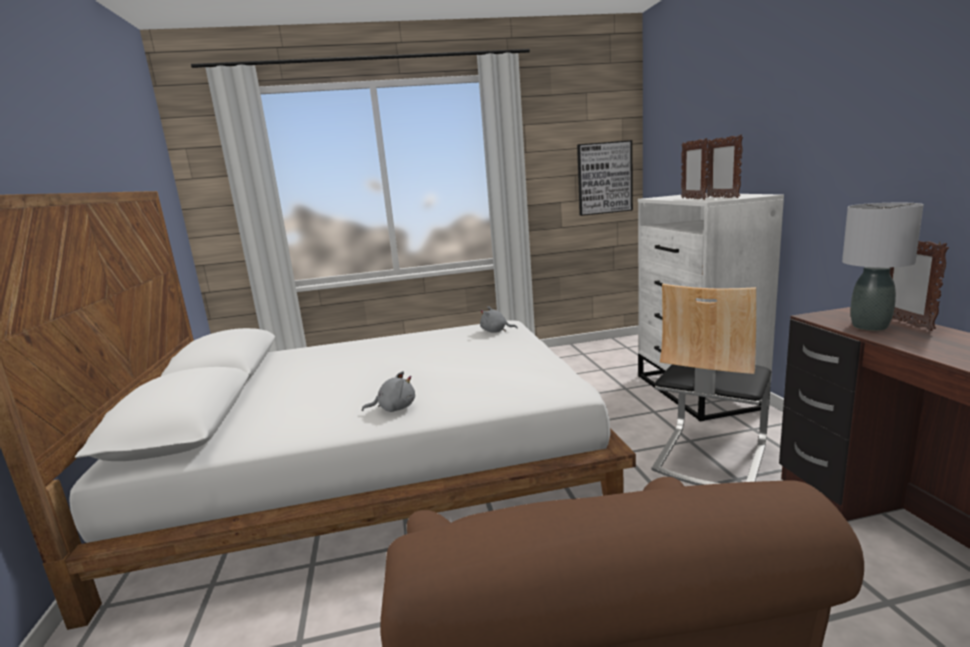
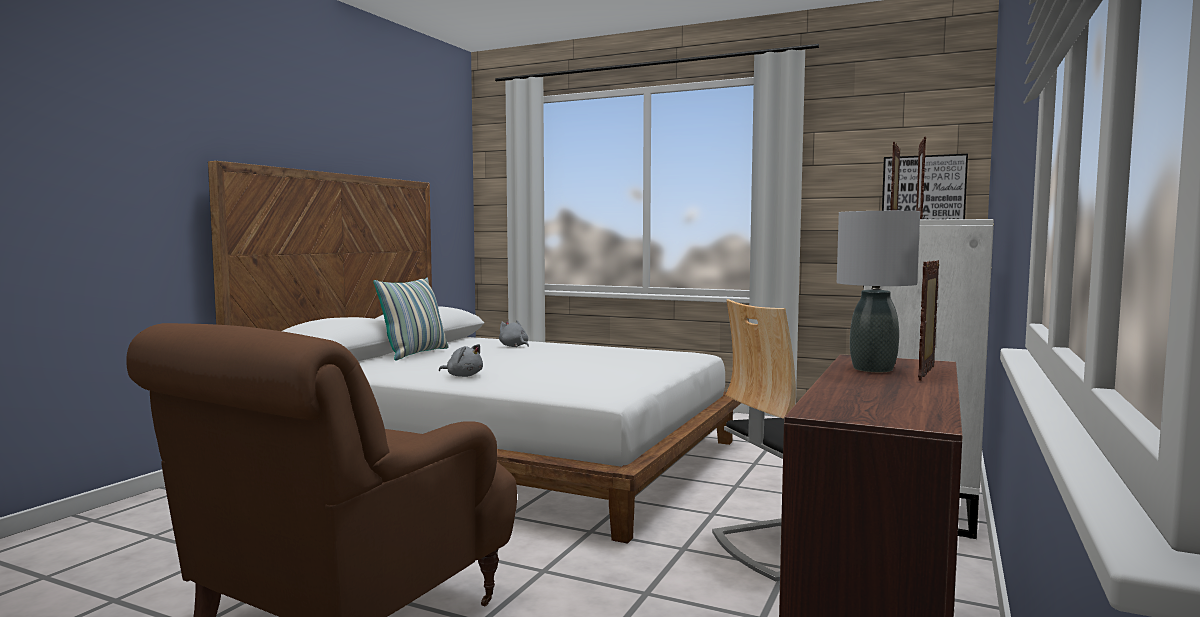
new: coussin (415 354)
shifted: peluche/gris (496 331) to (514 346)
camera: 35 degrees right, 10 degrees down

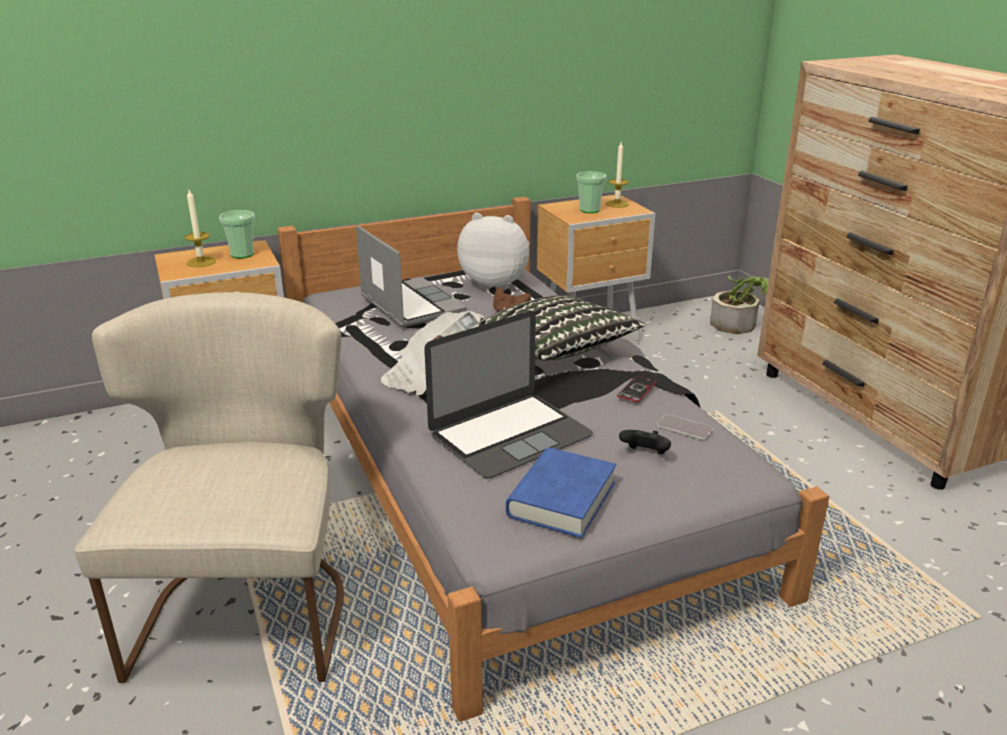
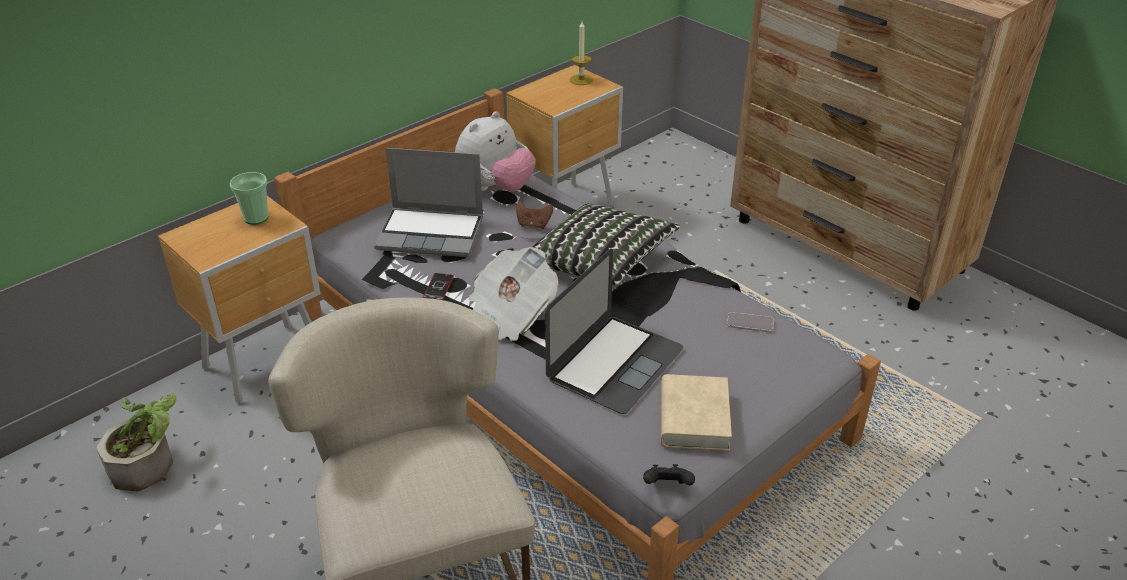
gone: bougie (201 262); tasse (589 210)
shifted: téléphone (636 390) to (438 287); manette/noir (645 455) to (667 487); plante en pot (738 323) to (149 463)
repainted: livre/bleu (561 499) to livre/beige (693 419)
rotated: ordinateur portable (410 305) = (432 233) 150 degrees clockwise; peluche (496 283) = (495 188) 135 degrees clockwise
camera: 20 degrees left, 10 degrees up

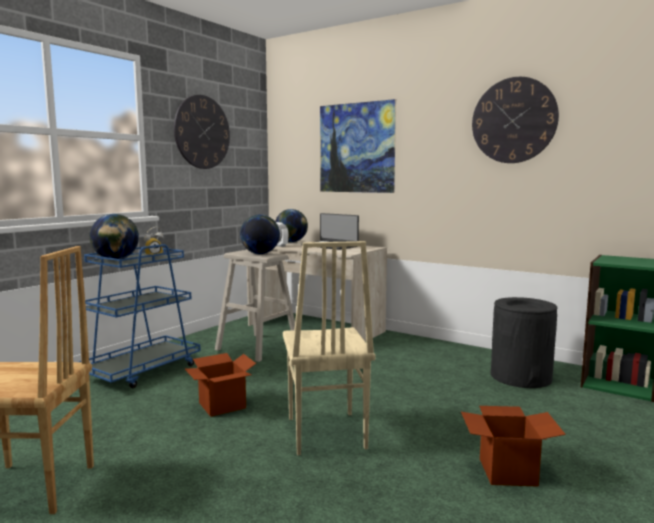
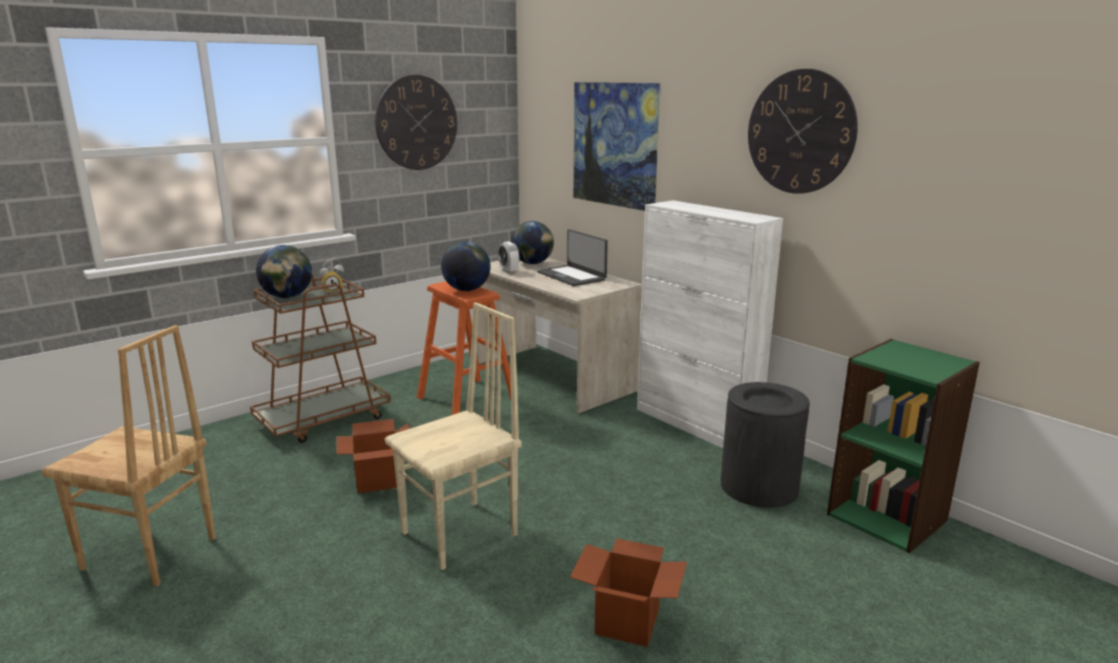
new: meuble de rangement/blanc (696 425)
repainted: chariot/bleu (142 371) to chariot/marron (324 420); tabouret/beige (257 347) to tabouret/orange (466 399)
rotated: chaise/beige (324 433) = (461 534) 135 degrees counterclockwise
camera: 15 degrees right, 10 degrees up

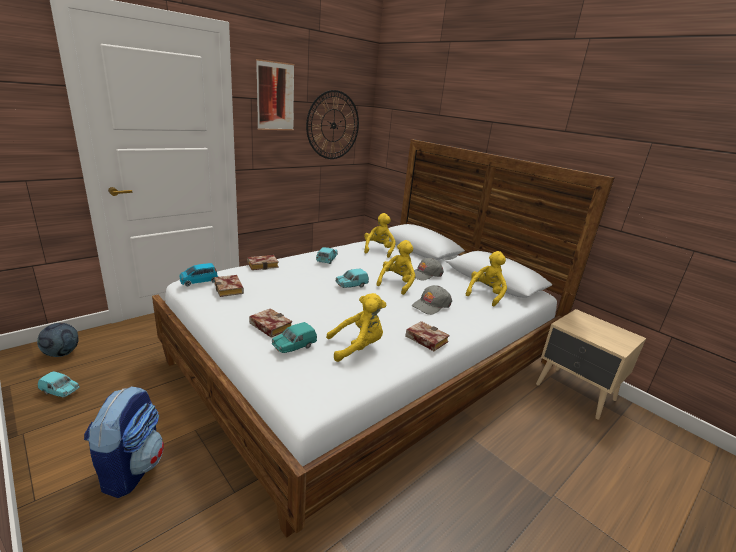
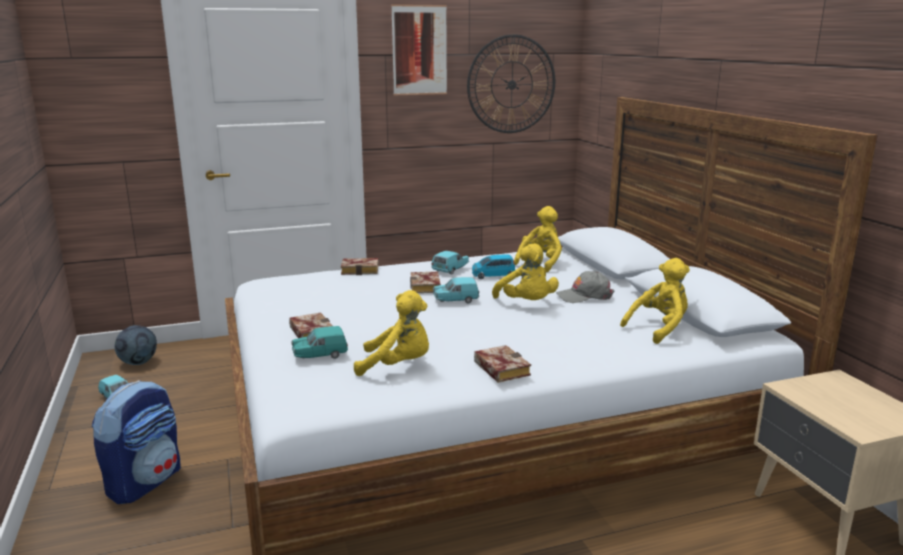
gone: casquette/gris (431 305)
shifted: petite voiture/bleu (199 281) to (493 275); livre (230 289) to (427 287)
rotated: peluche/jaune (397 284) = (526 304) 105 degrees clockwise
camera: 25 degrees right, 5 degrees down

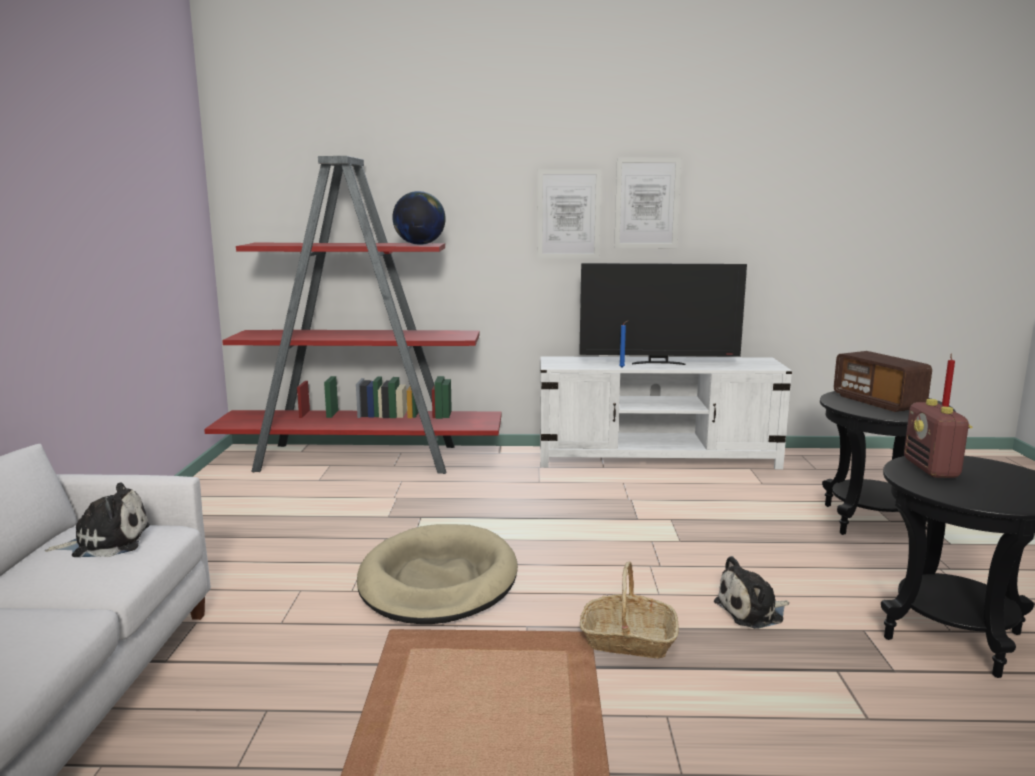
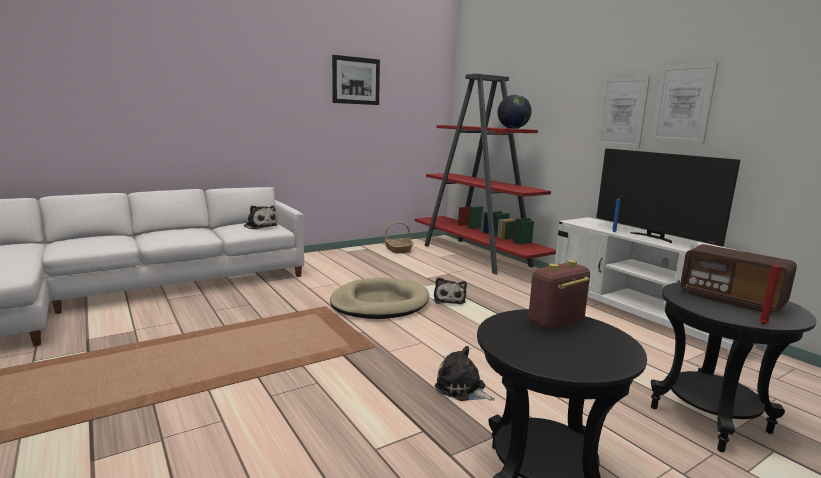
new: tableau (356 80); peluche (449 299)
shifted: panier (628 640) to (398 249)
rotated: radio (878 402) = (731 299) 75 degrees counterclockwise
camera: 55 degrees right, 0 degrees up

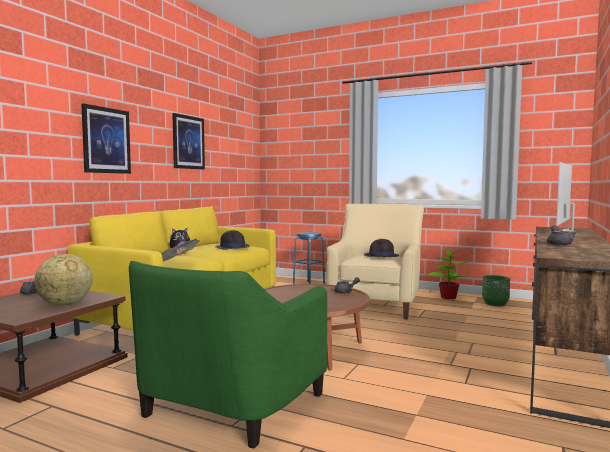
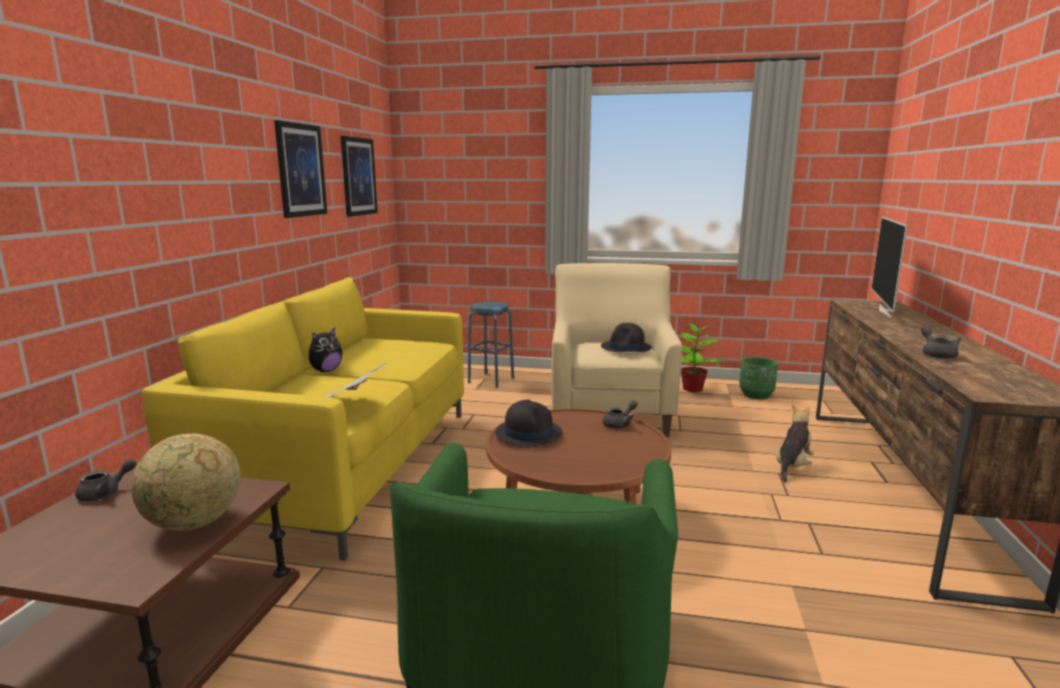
new: peluche (792 466)
shifted: tableau (106 140) to (358 176); chapeau/noir (232 247) to (528 433)
camera: 15 degrees left, 10 degrees up

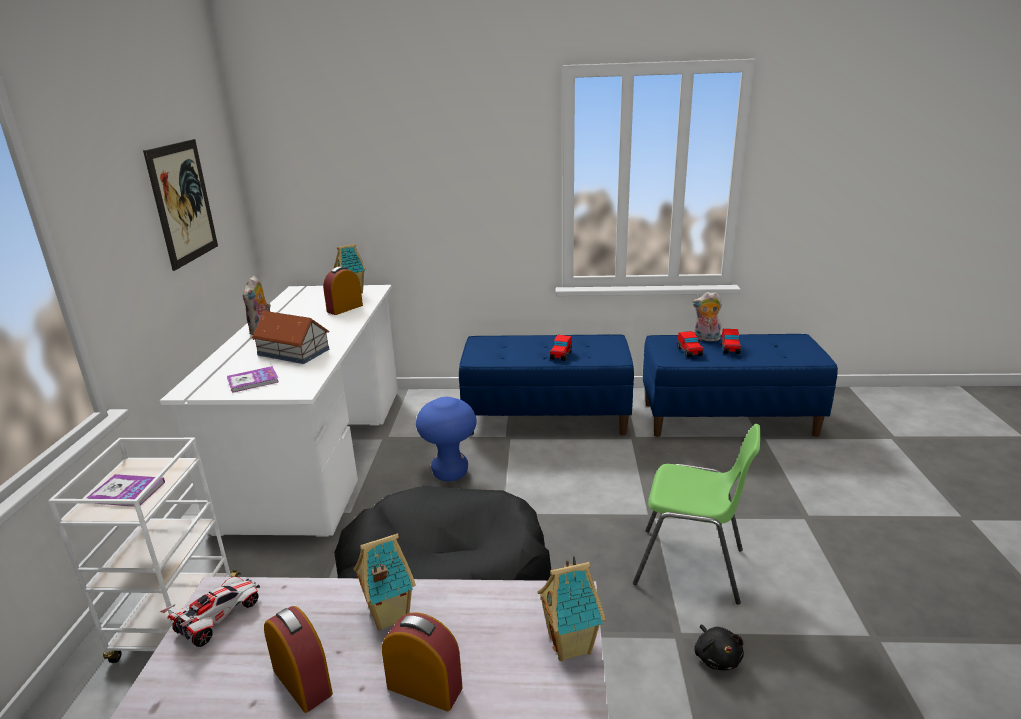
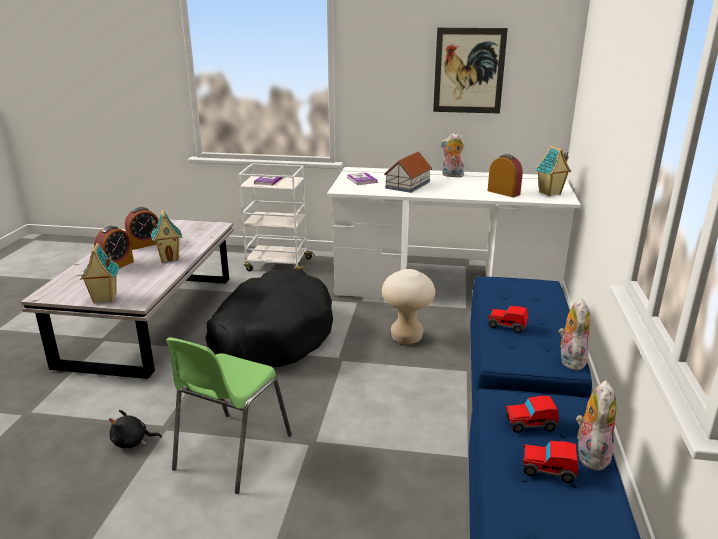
gone: petite voiture (218 618)
new: peluche (570 360)
repainted: tabouret/bleu (450 473) to tabouret/beige (406 338)
camera: 95 degrees right, 0 degrees up

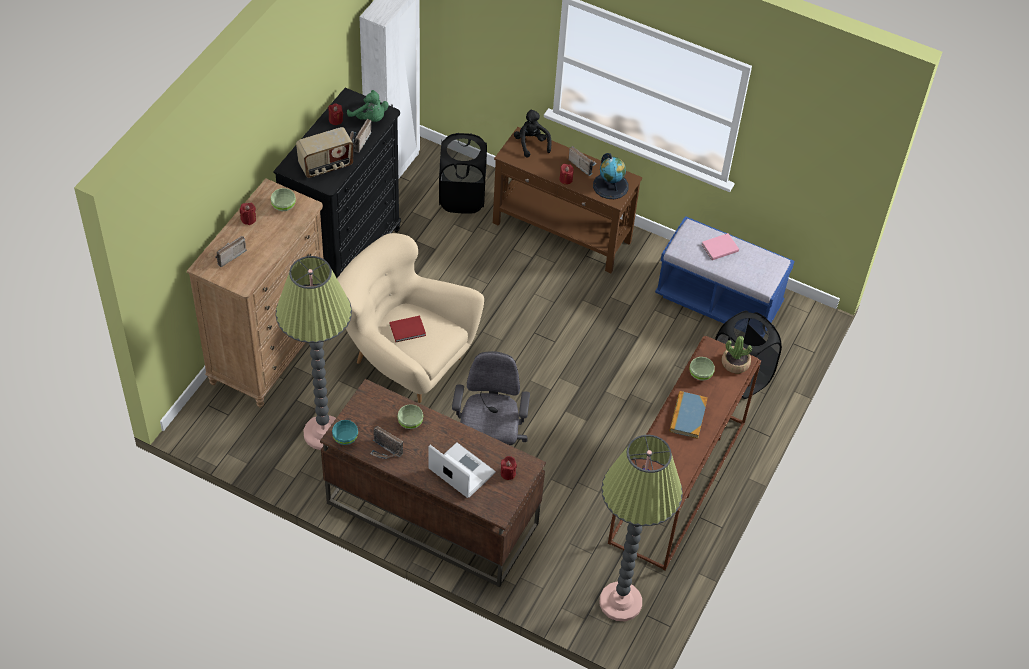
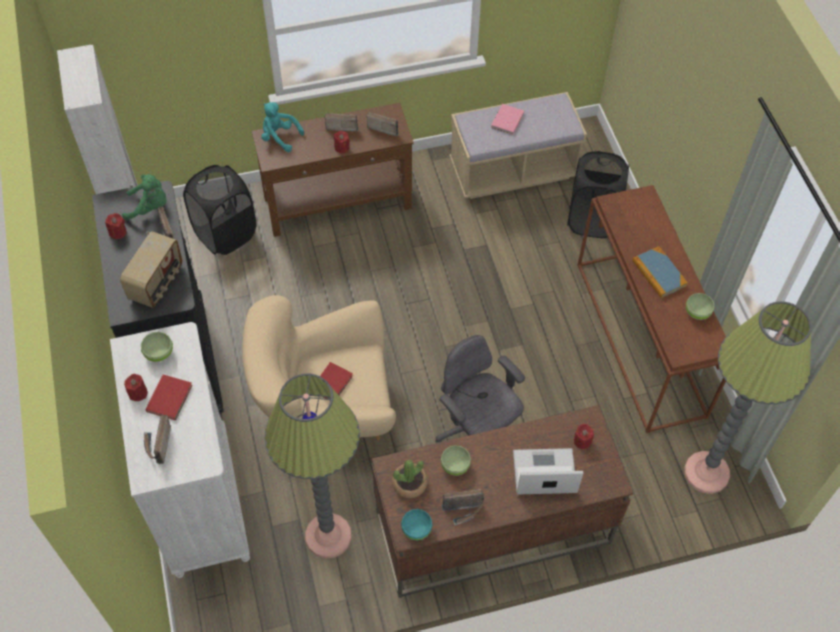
new: livre/rouge (170 397)
shifted: bol/vert (700 375) to (697 313); plante en pot (735 363) to (409 483)
swapped: globe (610 186) to radio (383 127)
repainted: commode/marron (269 351) to commode/blanc (201 501); peluche/noir (531 143) to peluche/turquoise (279 137); banc/bleu (718 301) to banc/beige (513 170)
camera: 40 degrees left, 5 degrees up

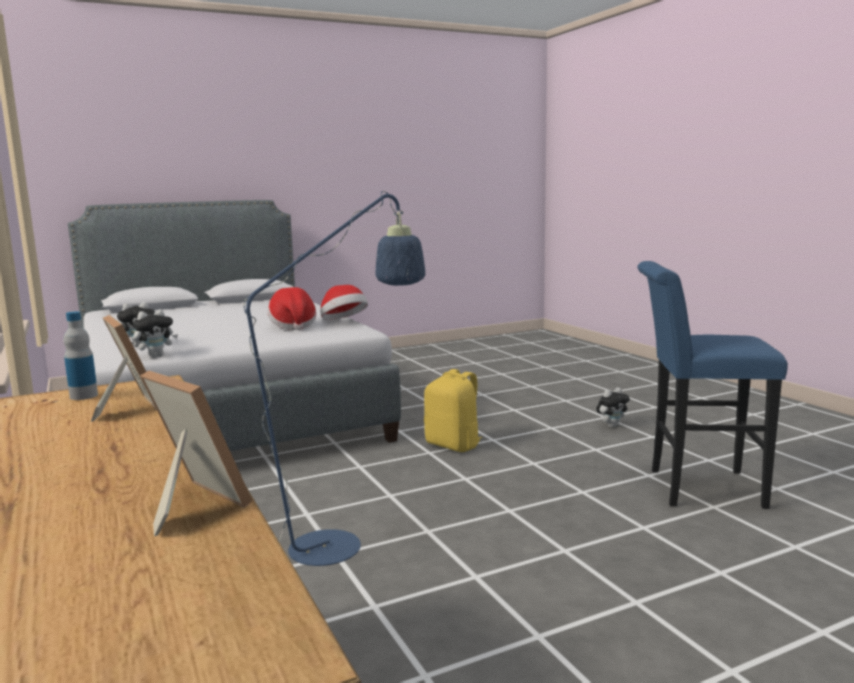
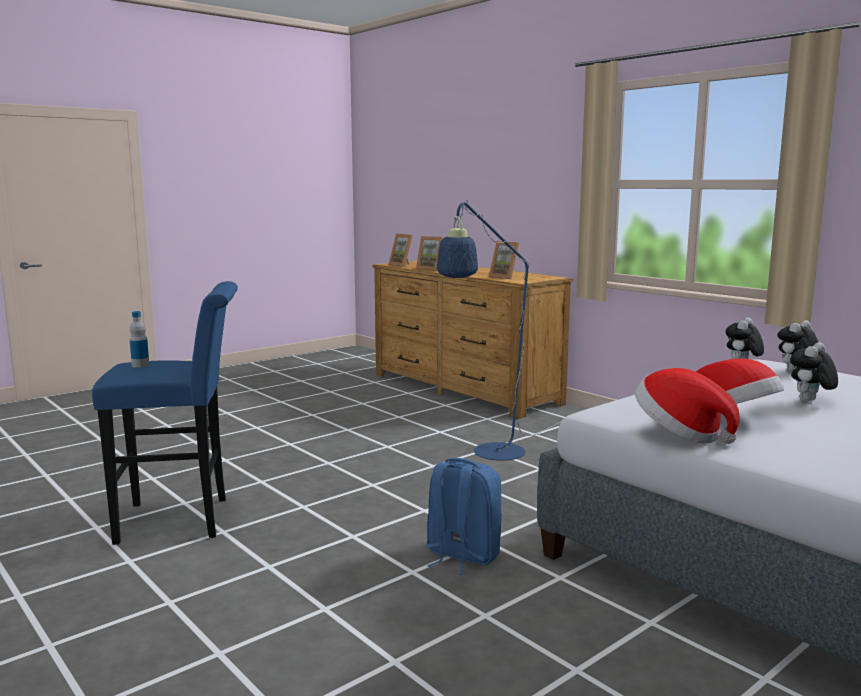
new: cadre photo (402 265)
shifted: bouteille (84 396) to (140 365); peluche (612 426) to (810 402)
repainted: sac à dos/jaune (454 445) to sac à dos/bleu (461 555)
camera: 165 degrees right, 0 degrees up

